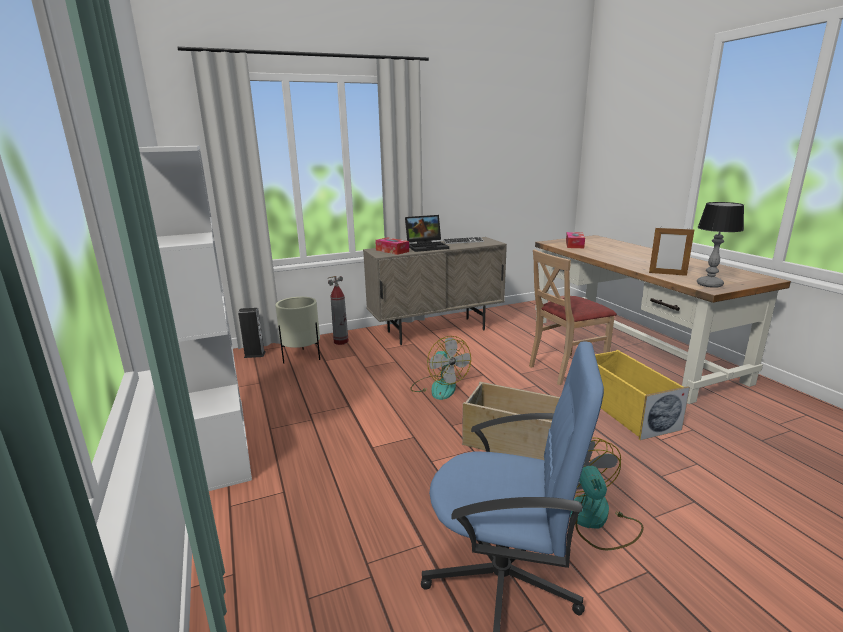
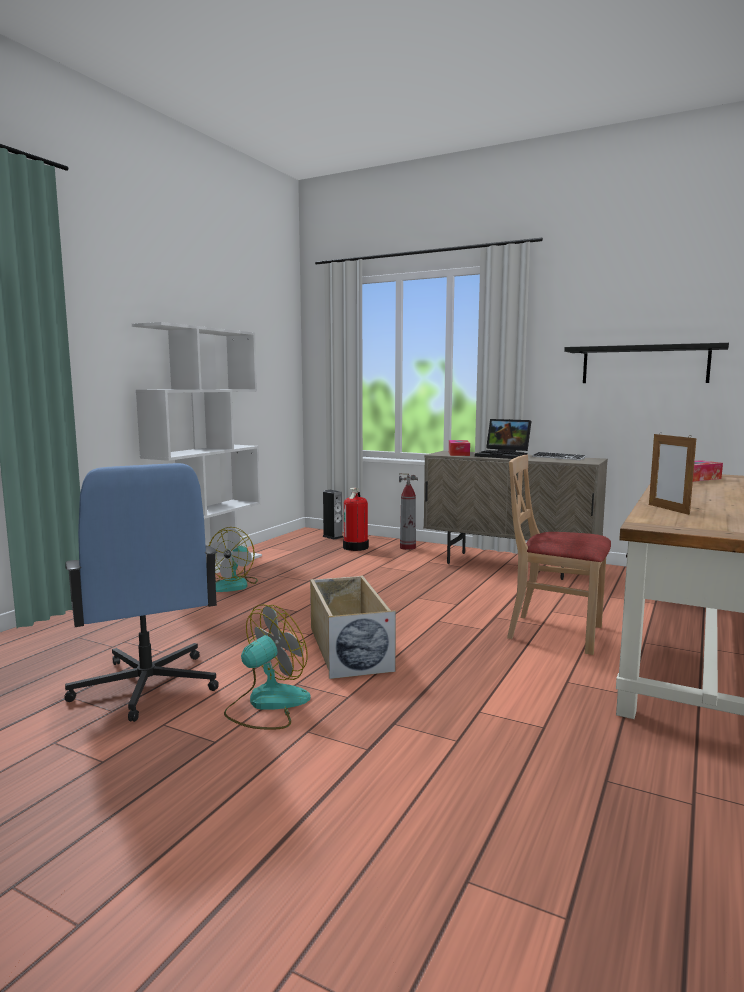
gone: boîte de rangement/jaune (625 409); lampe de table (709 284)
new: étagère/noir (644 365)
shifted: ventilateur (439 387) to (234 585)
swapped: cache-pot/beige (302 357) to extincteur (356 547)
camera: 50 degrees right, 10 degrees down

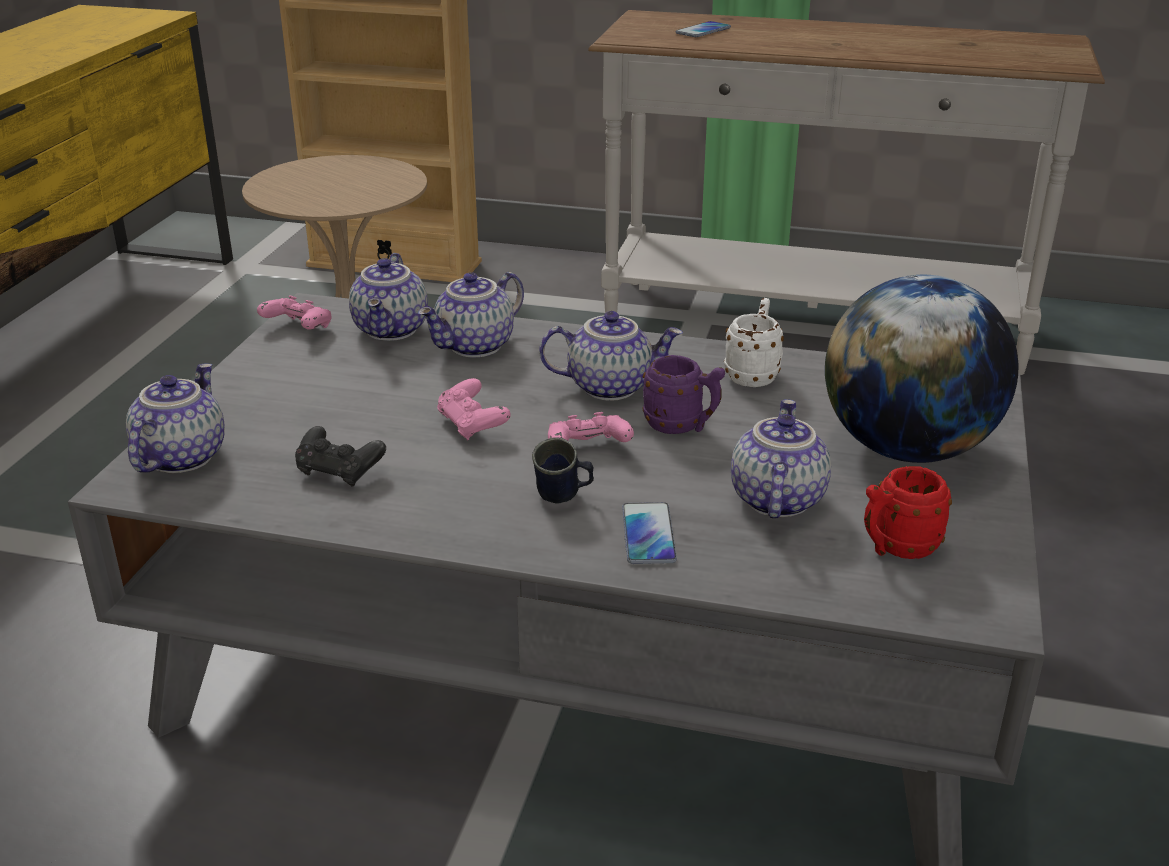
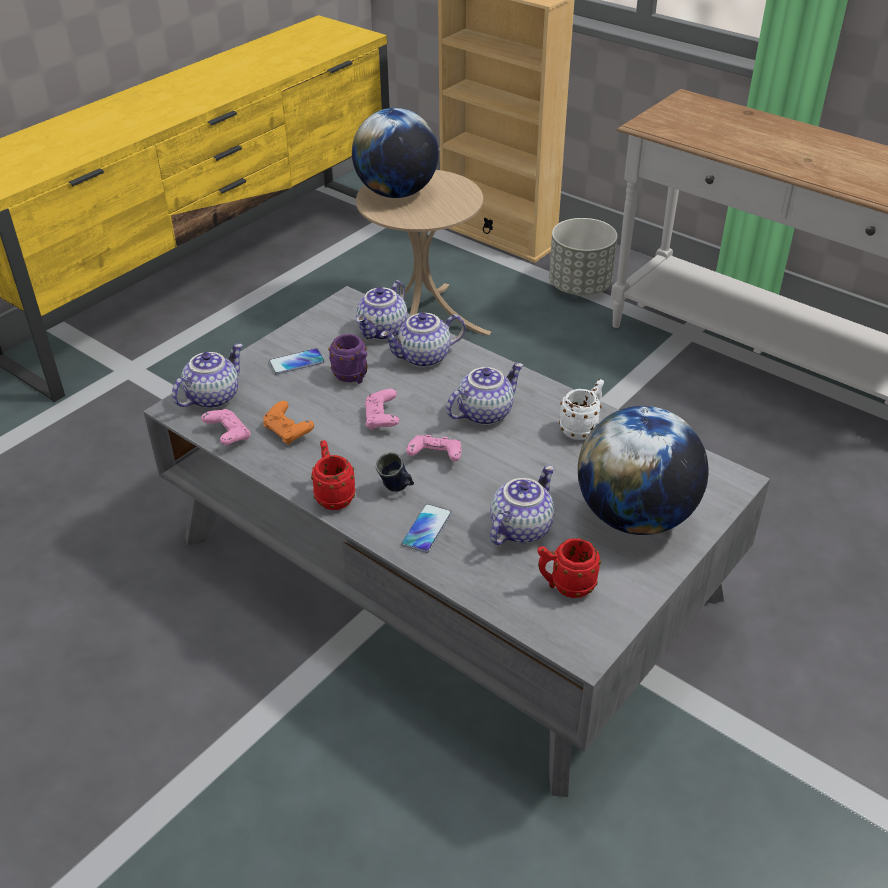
new: mug/rouge (333 495); globe (396 193); cache-pot/gris (580 286)
shifted: manette/rose (298 329) to (228 436); mug/violet (682 426) to (353 378); téléphone (703 31) to (296 362)
repainted: manette/noir (340 472) to manette/orange (288 432)
rotated: théière (610 386) = (484 412) 60 degrees counterclockwise
camera: 25 degrees right, 10 degrees up

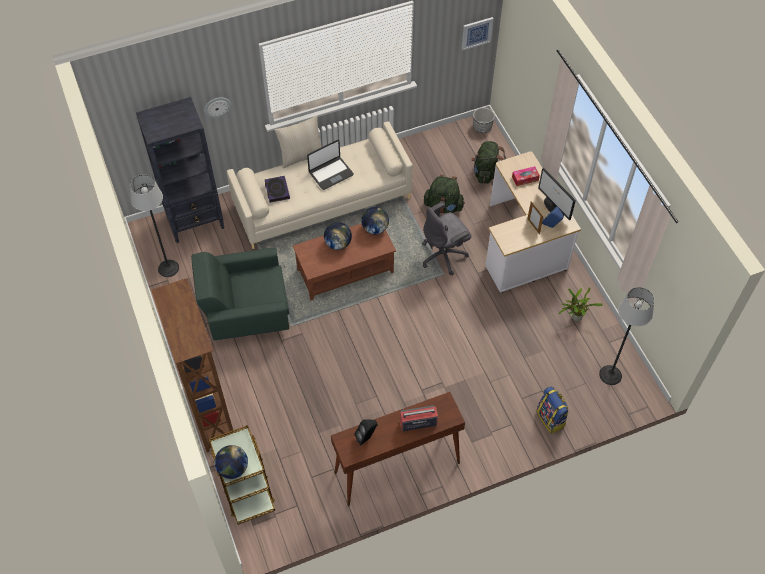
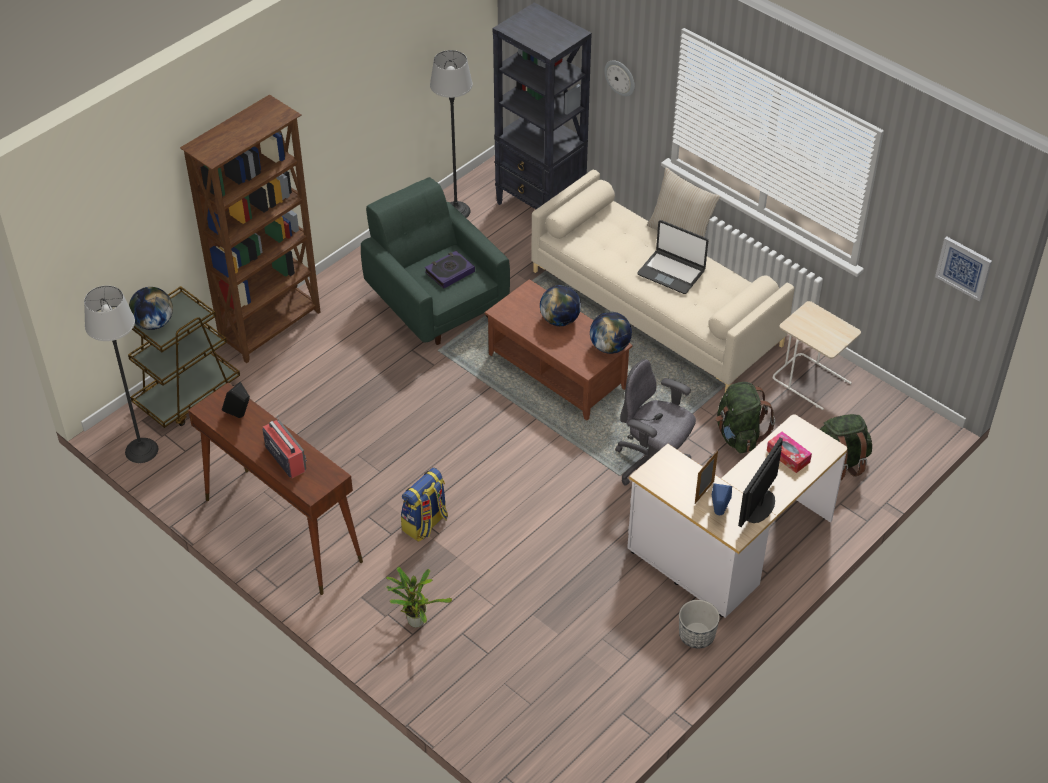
new: table d'appoint/beige (812 381)
shifted: livre (277 190) to (449 272); cache-pot (482 127) to (696 635); sac à dos (551 419) to (425 524); plante en pot (575 317) to (415 619); lampadaire (610 375) to (142 450)
camera: 65 degrees right, 10 degrees down

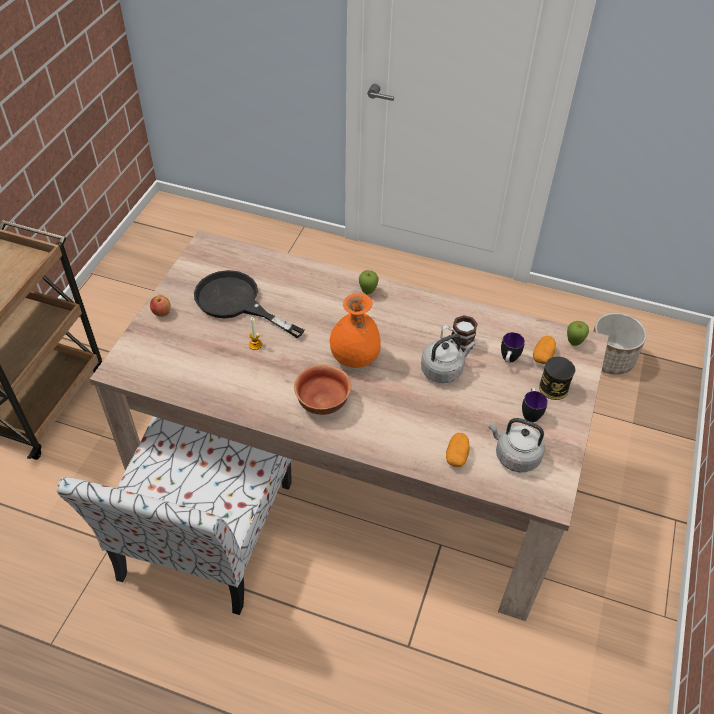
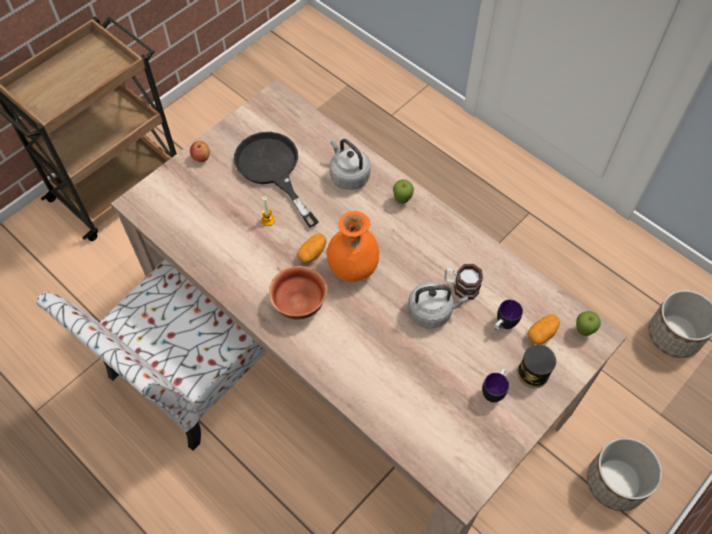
new: cache-pot (615 483)
shifted: pomme de terre (457 455) to (312 253); bouilloire/gris (514 456) to (348 175)
camera: 25 degrees right, 10 degrees up

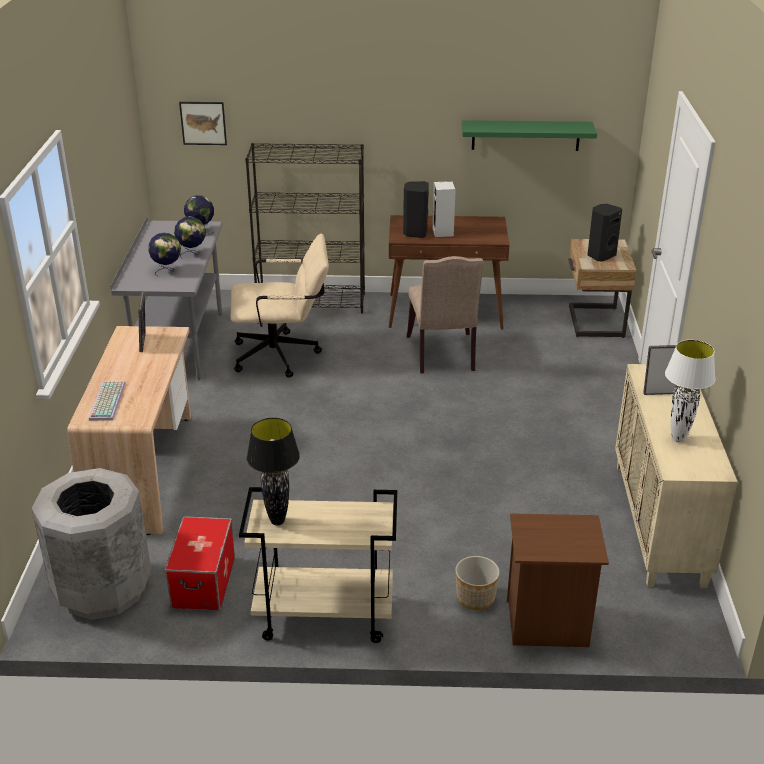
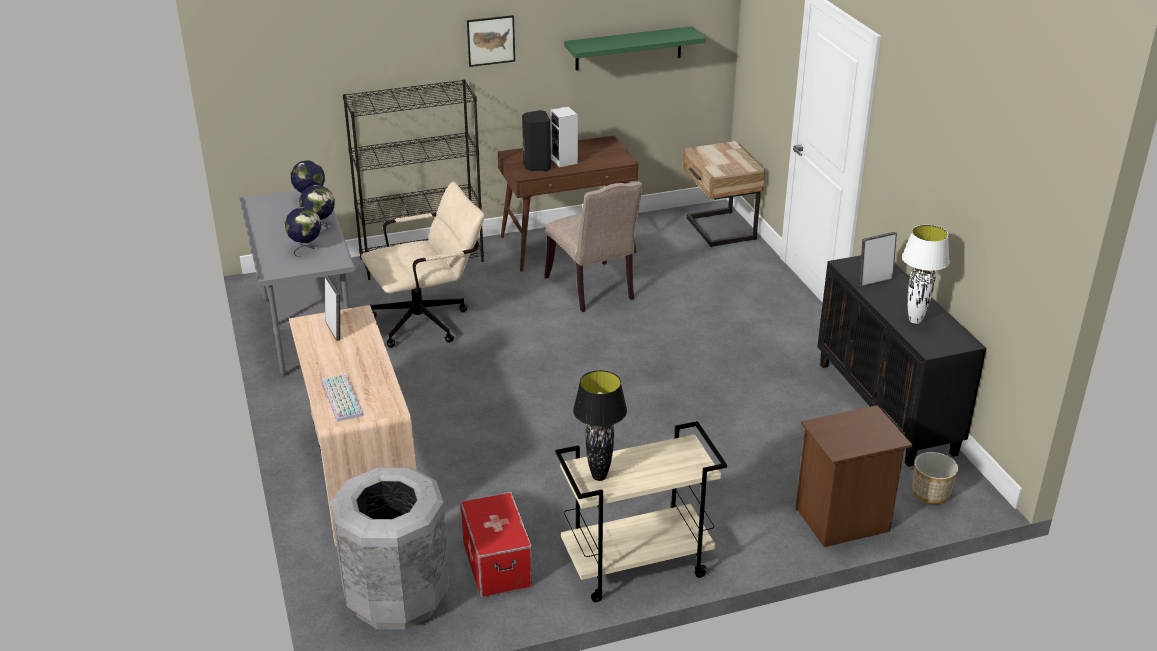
gone: enceinte/noir (600 255)
shifted: tableau (203 123) to (491 40); cache-pot (476 598) to (931 493)
repainted: meuble de rangement/beige (660 524) to meuble de rangement/noir (887 408)
camera: 20 degrees left, 0 degrees up

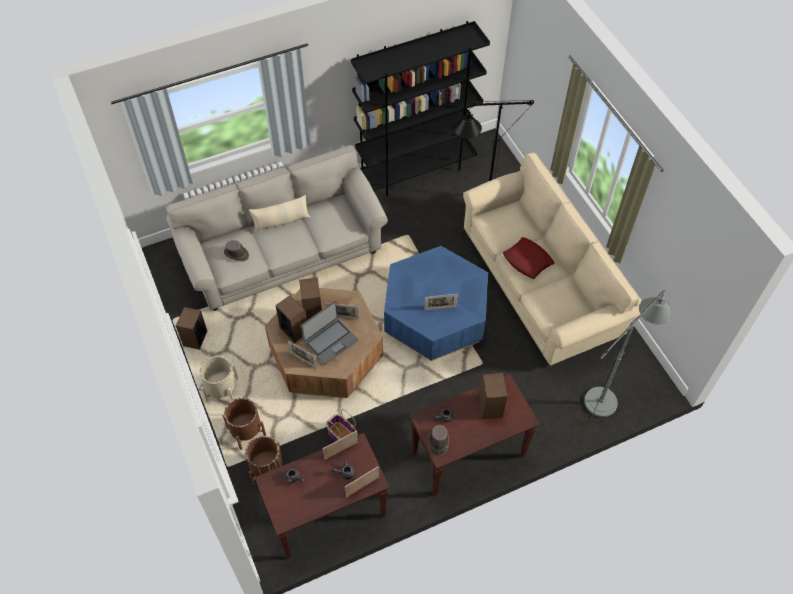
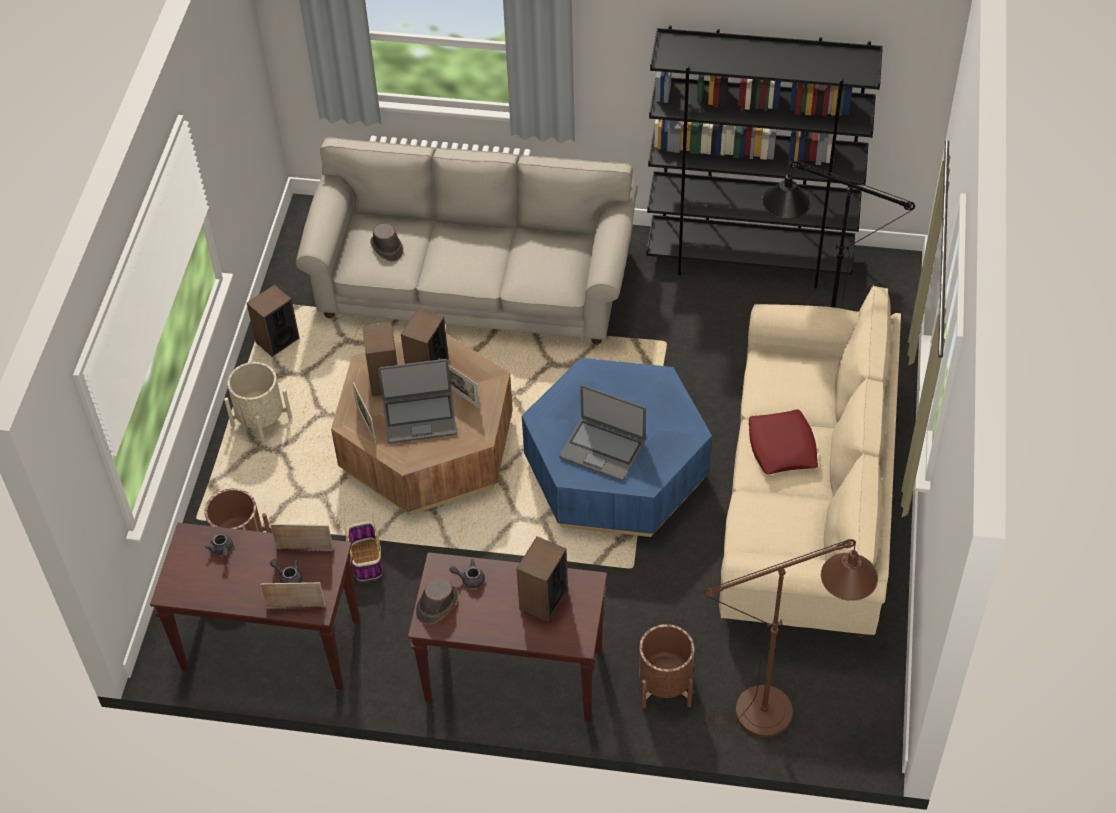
gone: coussin/beige (281 222)
shifted: cache-pot/marron (246 431) to (665 686)
swapped: cadre photo (440 308) to ordinateur portable (602 449)
repainted: lampadaire/gris (607 396) to lampadaire/marron (780 709)
camera: 35 degrees right, 5 degrees down

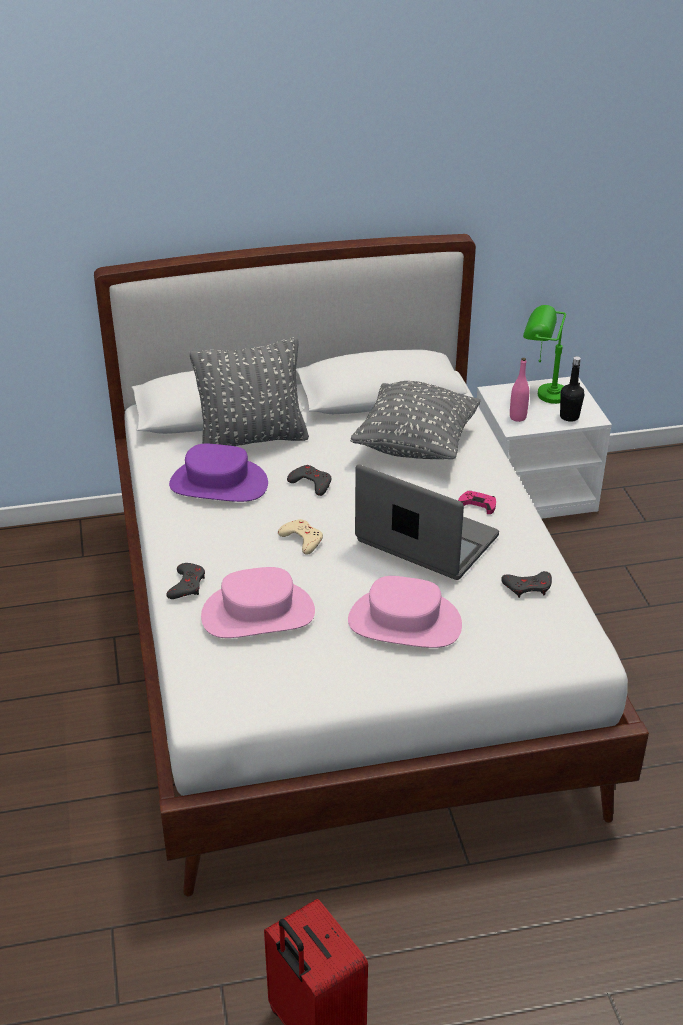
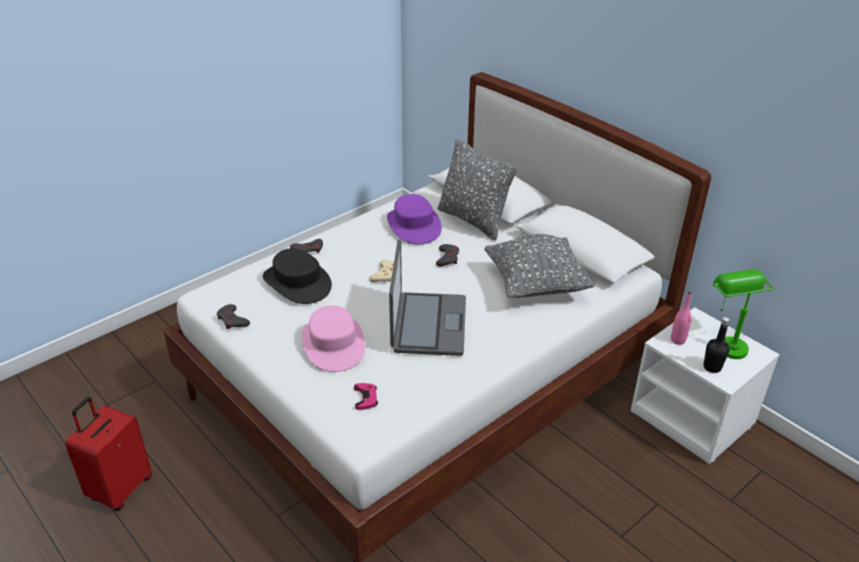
shifted: manette/rose (478 504) to (366 398); manette/gris (528 587) to (232 320)
repainted: chapeau/rose (258 613) to chapeau/noir (297 282)
camera: 60 degrees right, 0 degrees up

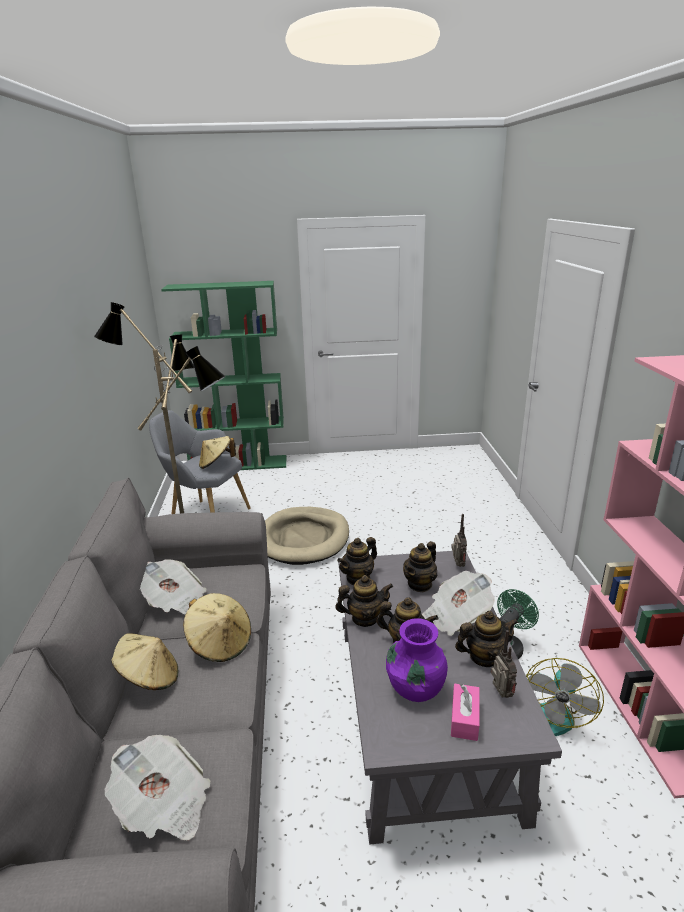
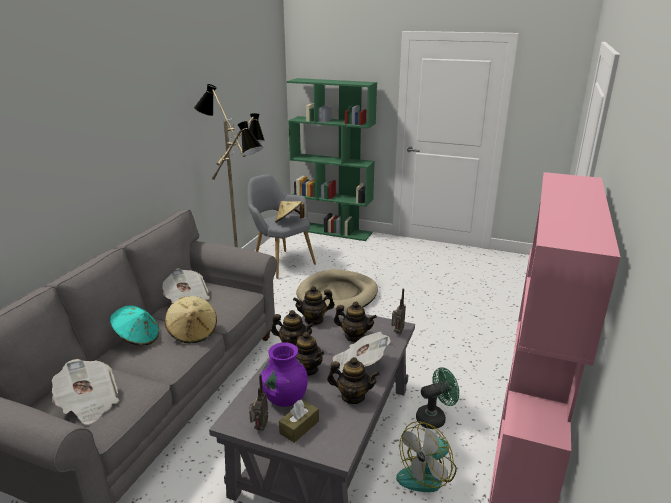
shifted: radio (500 694) to (259 428)
repainted: chapeau/beige (147 678) to chapeau/turquoise (137 338); boîte à mouchoirs/rose (464 718) to boîte à mouchoirs/marron (299 427)
rotated: théière (420 584) = (354 336) 135 degrees counterclockwise
camera: 25 degrees right, 0 degrees up

